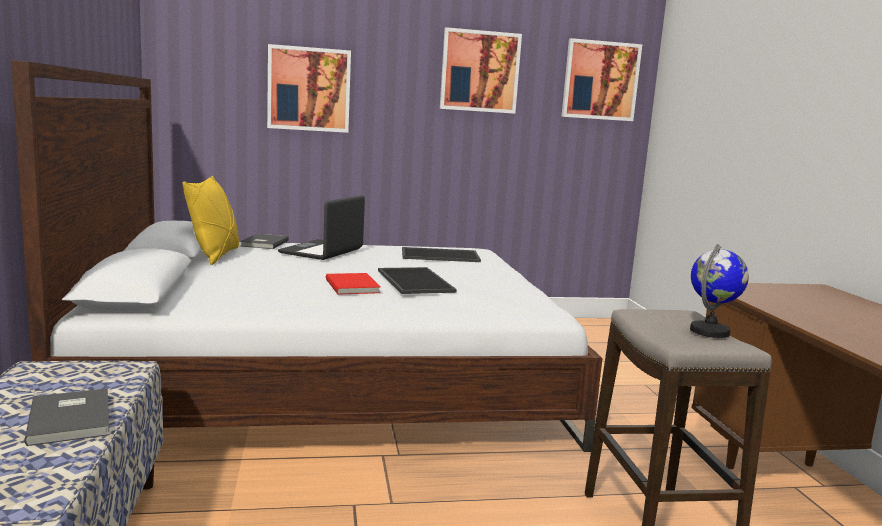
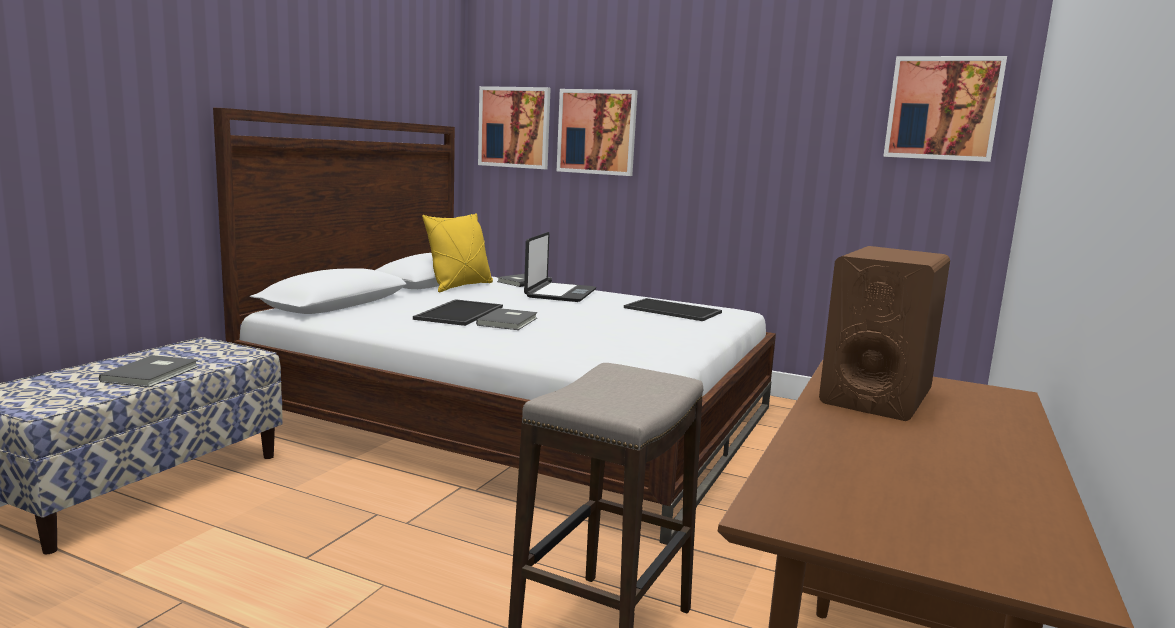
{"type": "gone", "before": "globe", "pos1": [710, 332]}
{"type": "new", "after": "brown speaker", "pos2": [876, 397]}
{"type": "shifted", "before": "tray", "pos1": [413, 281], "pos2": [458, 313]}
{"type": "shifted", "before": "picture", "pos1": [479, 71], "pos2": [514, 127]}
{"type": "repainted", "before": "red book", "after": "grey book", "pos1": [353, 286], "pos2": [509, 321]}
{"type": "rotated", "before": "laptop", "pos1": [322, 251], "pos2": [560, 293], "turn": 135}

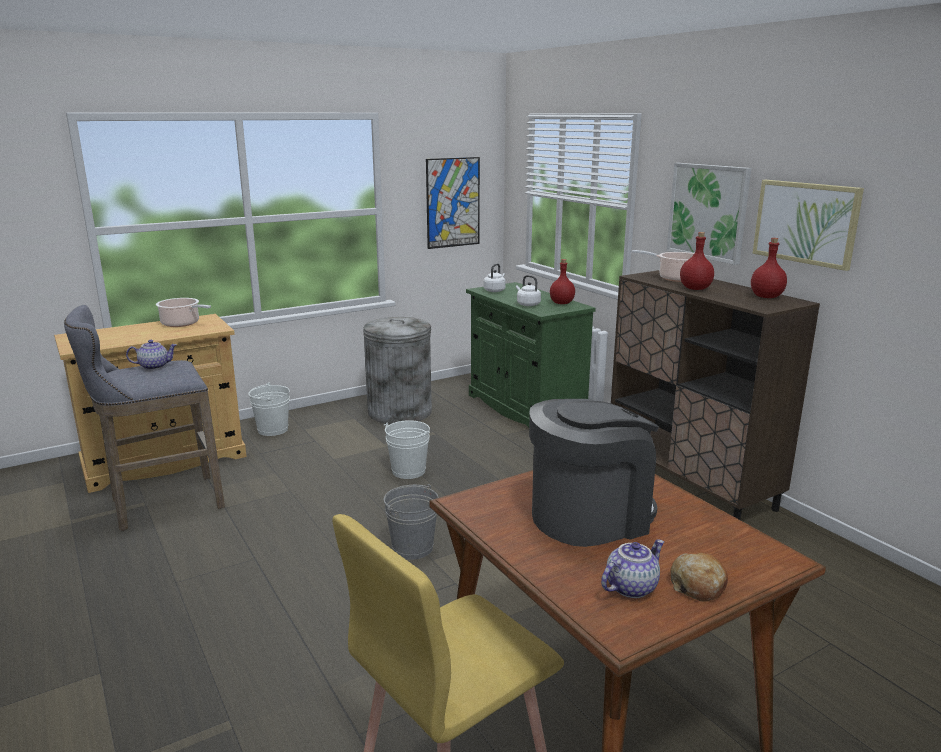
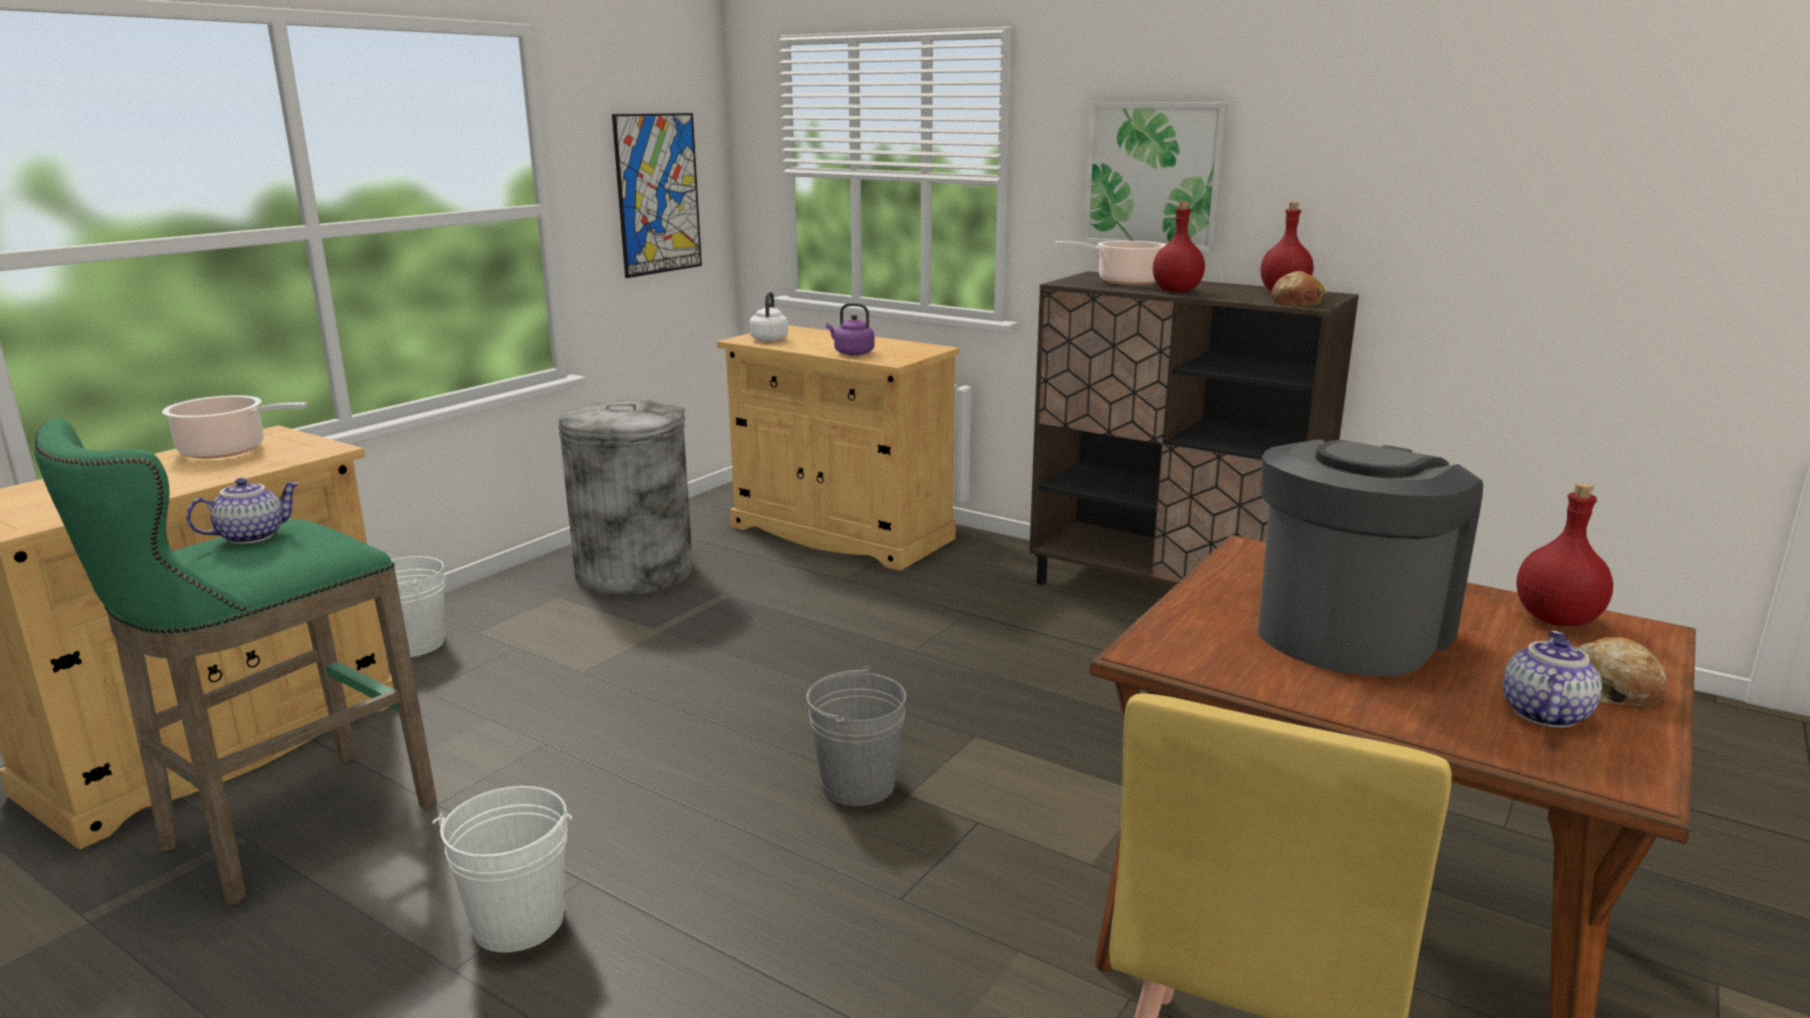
{"type": "gone", "before": "picture", "pos1": [806, 223]}
{"type": "new", "after": "bread", "pos2": [1297, 302]}
{"type": "shifted", "before": "white bucket", "pos1": [408, 471], "pos2": [518, 922]}
{"type": "shifted", "before": "red bottle", "pos1": [562, 303], "pos2": [1556, 619]}
{"type": "repainted", "before": "grey stool", "after": "green stool", "pos1": [161, 504], "pos2": [287, 830]}
{"type": "repainted", "before": "green cabinet", "after": "beige cabinet", "pos1": [525, 409], "pos2": [841, 533]}
{"type": "repainted", "before": "white kettle", "after": "purple kettle", "pos1": [527, 304], "pos2": [852, 353]}

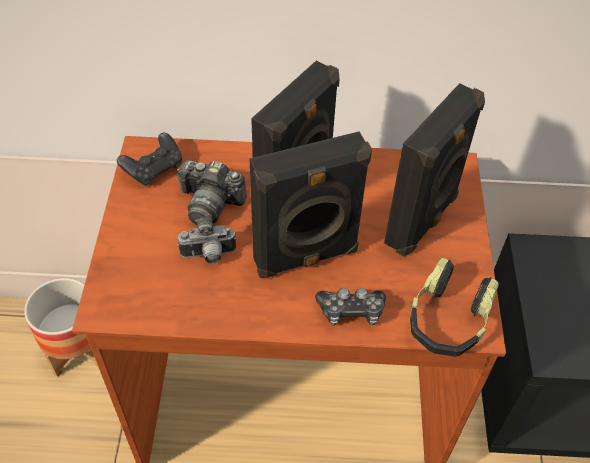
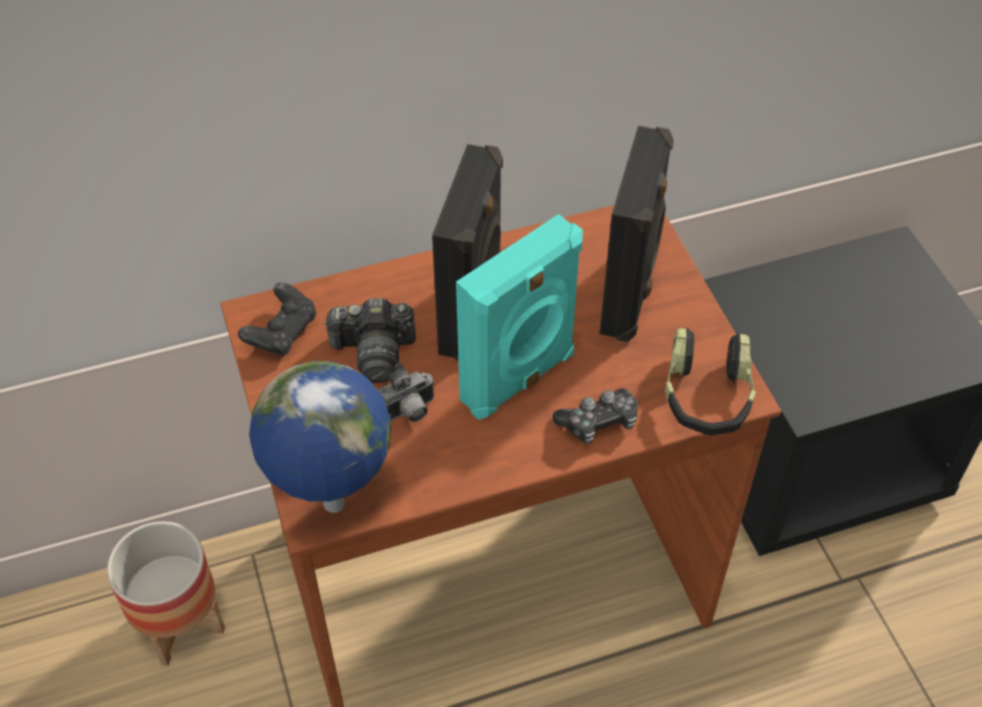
{"type": "new", "after": "globe", "pos2": [332, 506]}
{"type": "repainted", "before": "black speaker", "after": "turquoise speaker", "pos1": [306, 257], "pos2": [520, 379]}

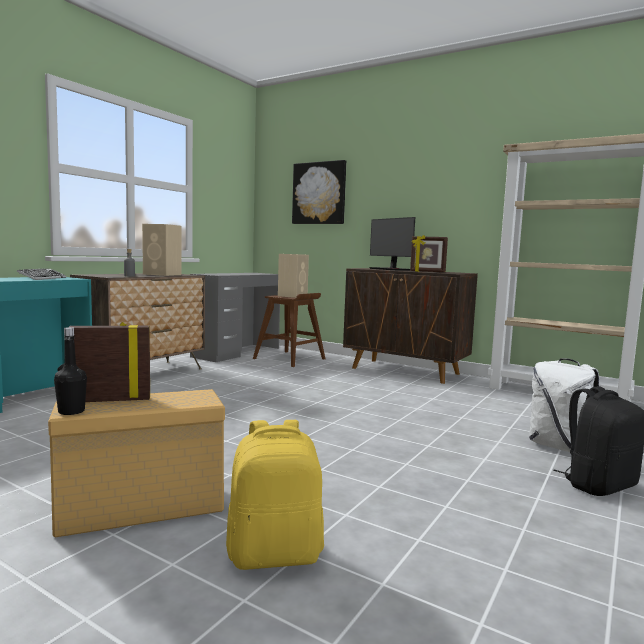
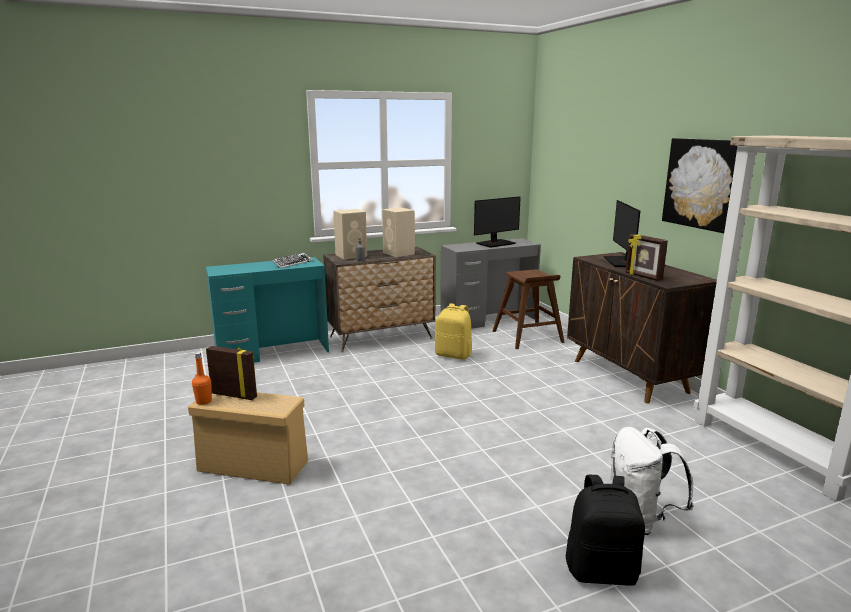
{"type": "new", "after": "monitor", "pos2": [495, 243]}
{"type": "shifted", "before": "yellow backpack", "pos1": [275, 554], "pos2": [453, 355]}
{"type": "shifted", "before": "beige speaker", "pos1": [293, 296], "pos2": [352, 255]}
{"type": "shifted", "before": "picture", "pos1": [319, 193], "pos2": [703, 184]}
{"type": "repainted", "before": "black bottle", "after": "orange bottle", "pos1": [71, 411], "pos2": [204, 401]}

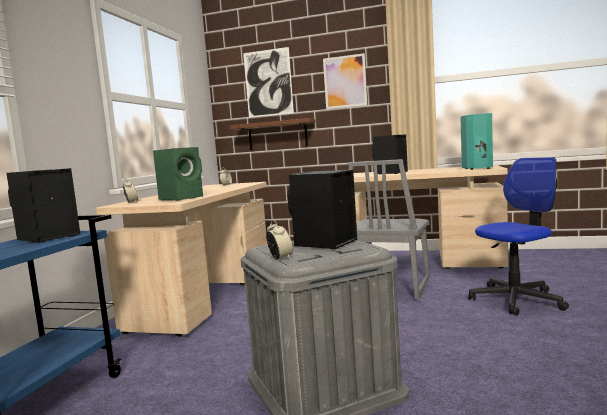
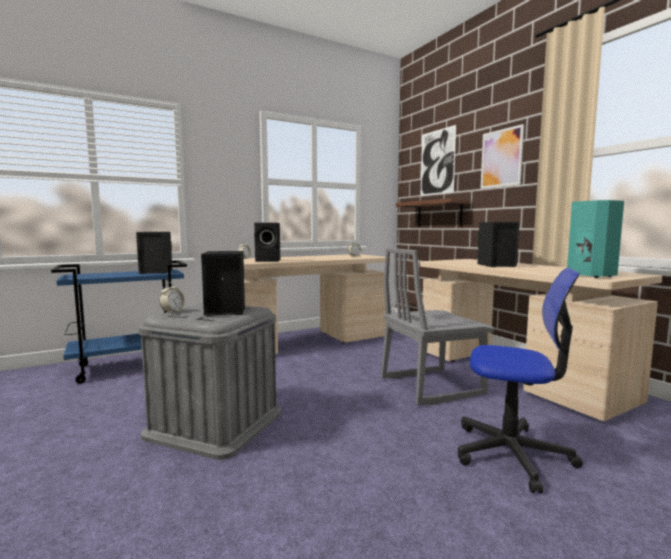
{"type": "repainted", "before": "green speaker", "after": "black speaker", "pos1": [182, 198], "pos2": [269, 261]}

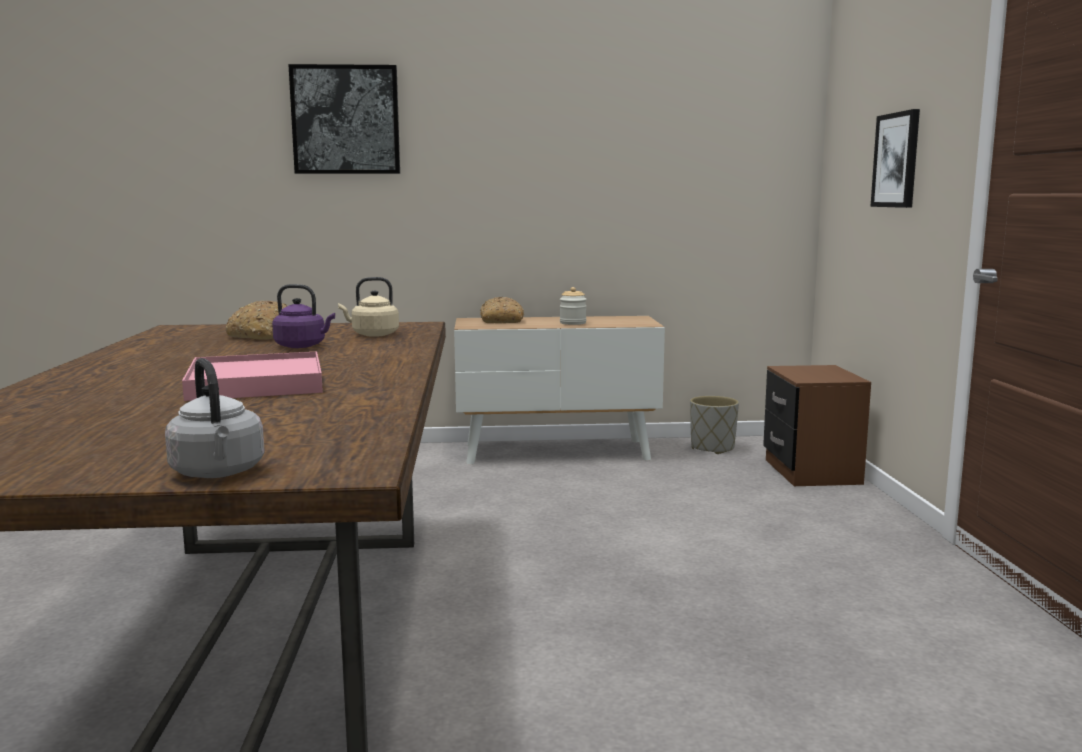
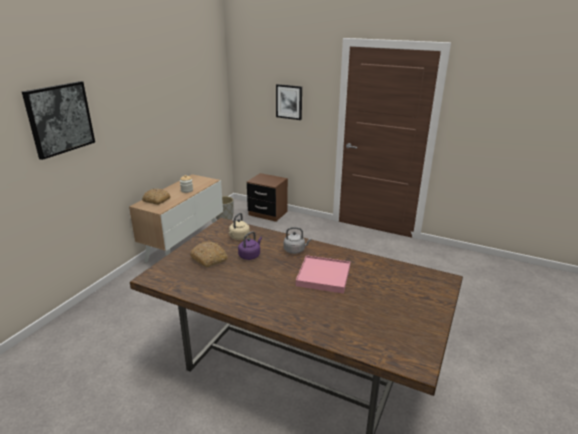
{"type": "shifted", "before": "grey kettle", "pos1": [218, 473], "pos2": [295, 250]}

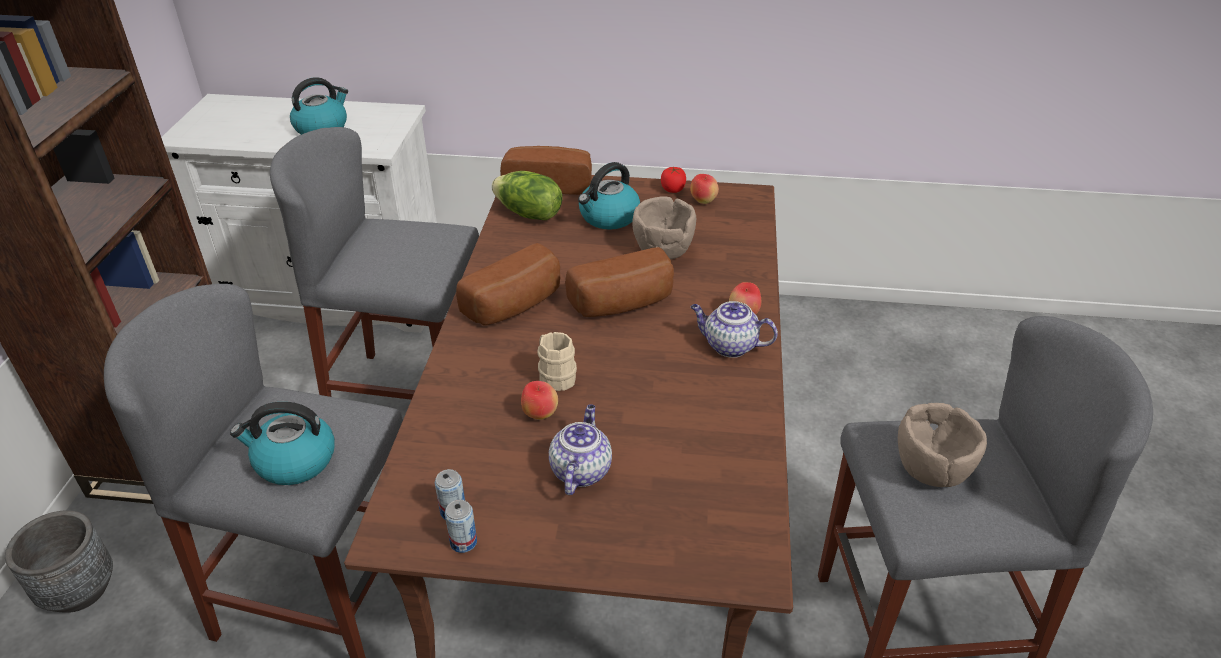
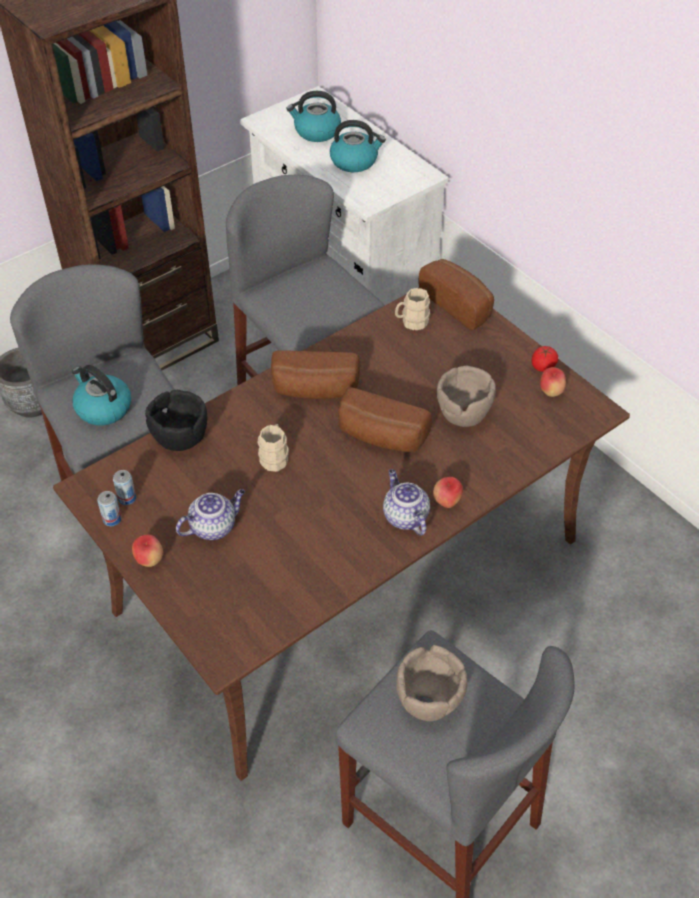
{"type": "new", "after": "black bowl", "pos2": [181, 437]}
{"type": "shifted", "before": "apple", "pos1": [540, 414], "pos2": [150, 560]}
{"type": "shifted", "before": "kettle", "pos1": [608, 217], "pos2": [316, 132]}
{"type": "swapped", "before": "lettuce", "after": "beige mug", "pos1": [528, 214], "pos2": [411, 322]}

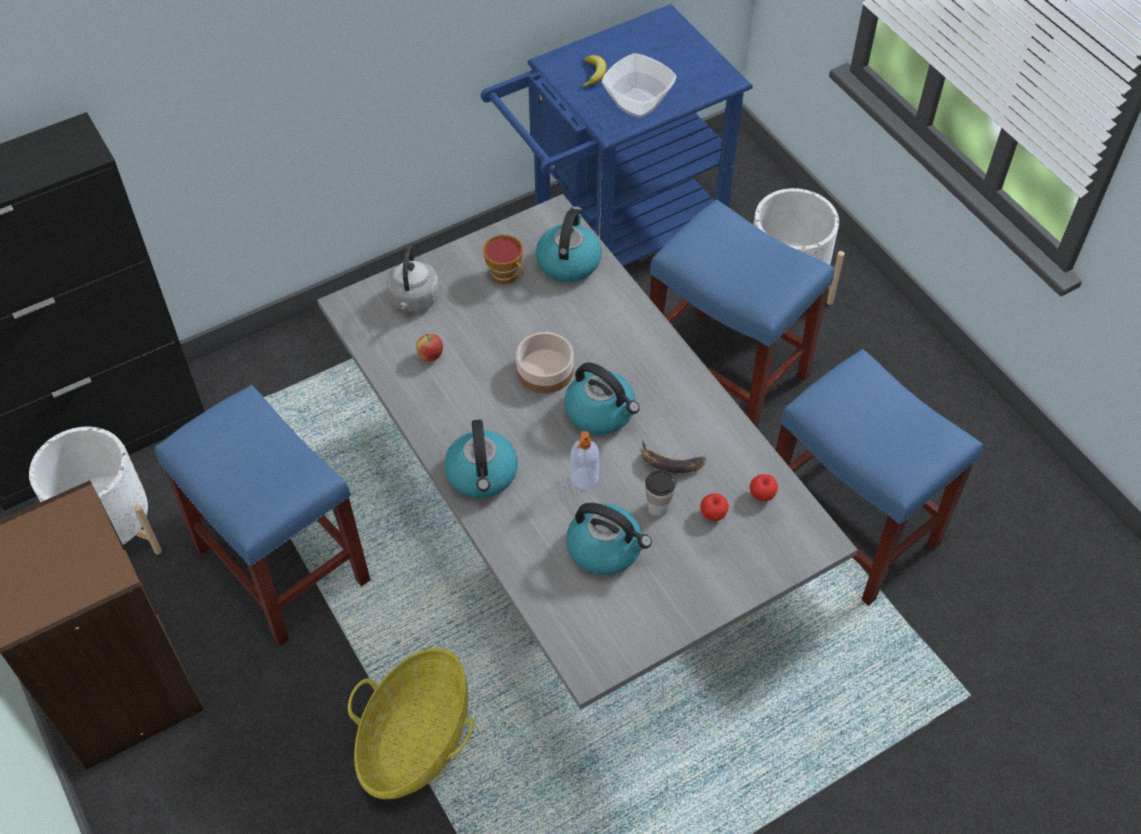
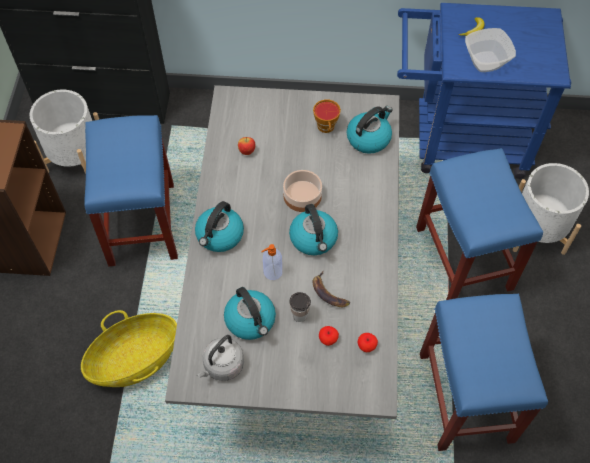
{"type": "shifted", "before": "grey kettle", "pos1": [414, 300], "pos2": [222, 366]}

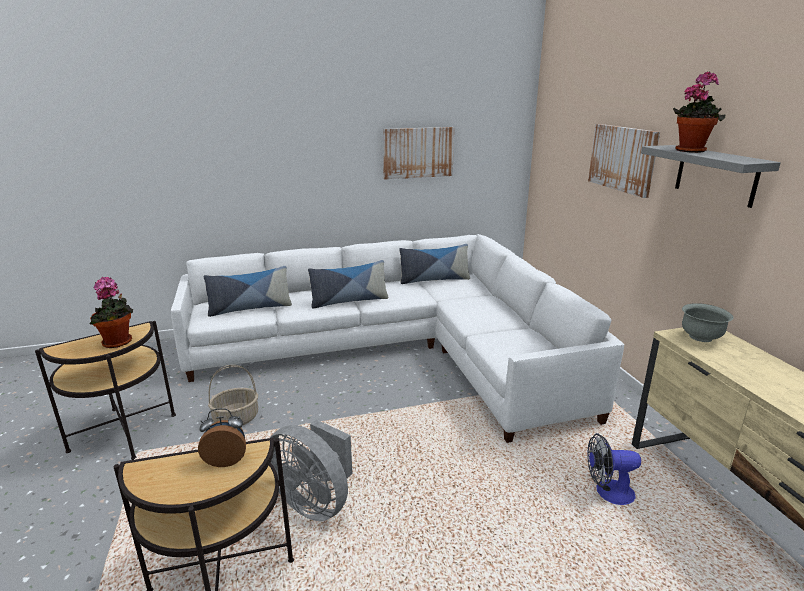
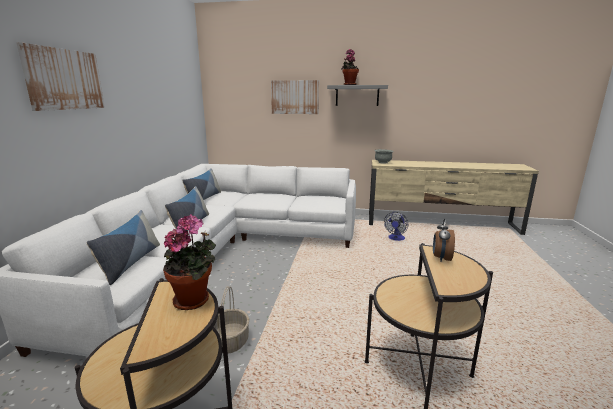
{"type": "gone", "before": "grey fan", "pos1": [314, 501]}
{"type": "shifted", "before": "picture", "pos1": [418, 152], "pos2": [64, 79]}

